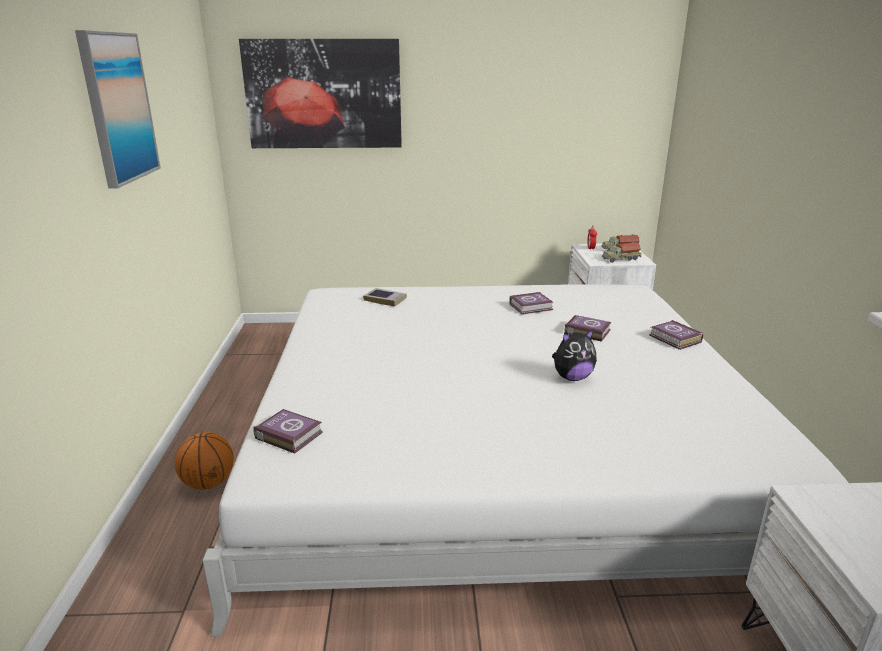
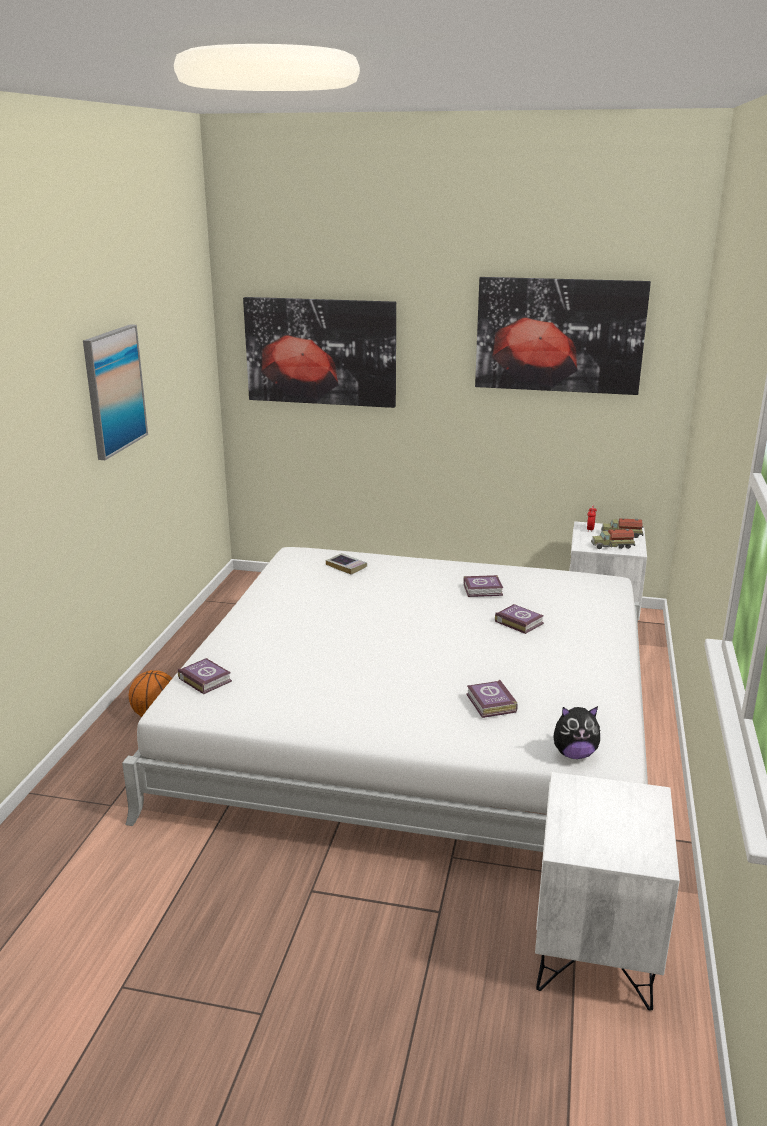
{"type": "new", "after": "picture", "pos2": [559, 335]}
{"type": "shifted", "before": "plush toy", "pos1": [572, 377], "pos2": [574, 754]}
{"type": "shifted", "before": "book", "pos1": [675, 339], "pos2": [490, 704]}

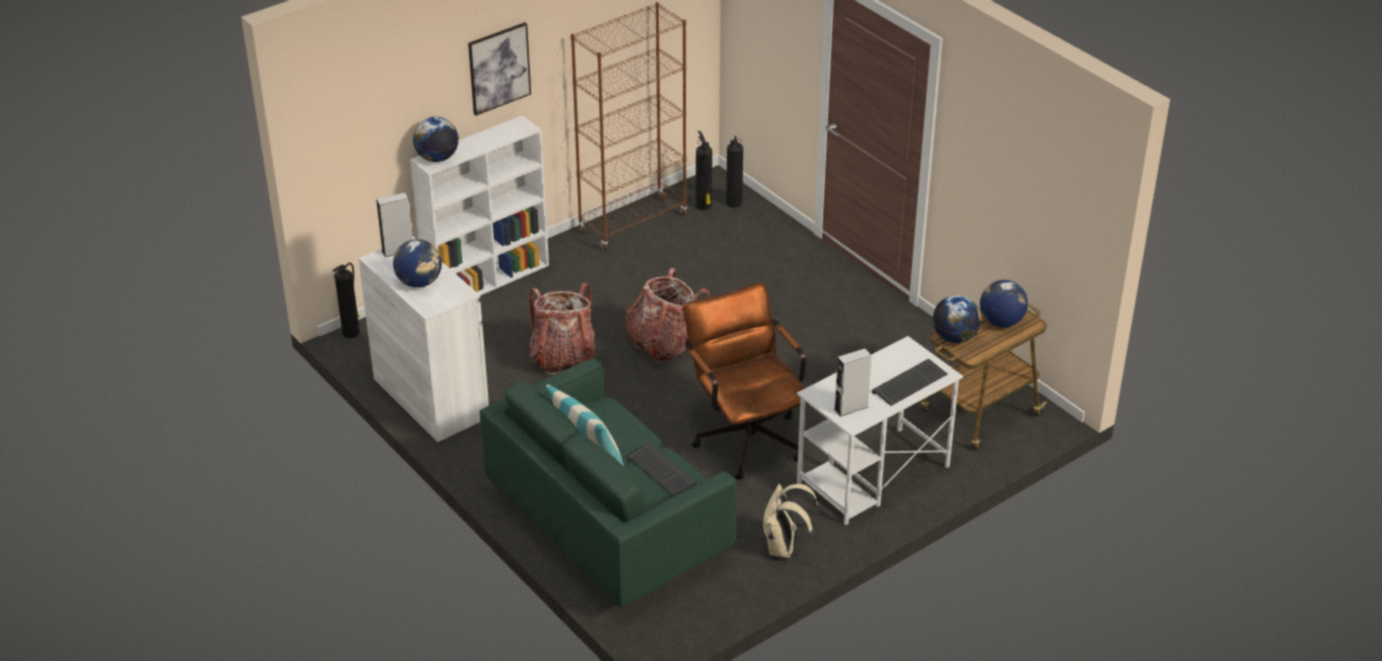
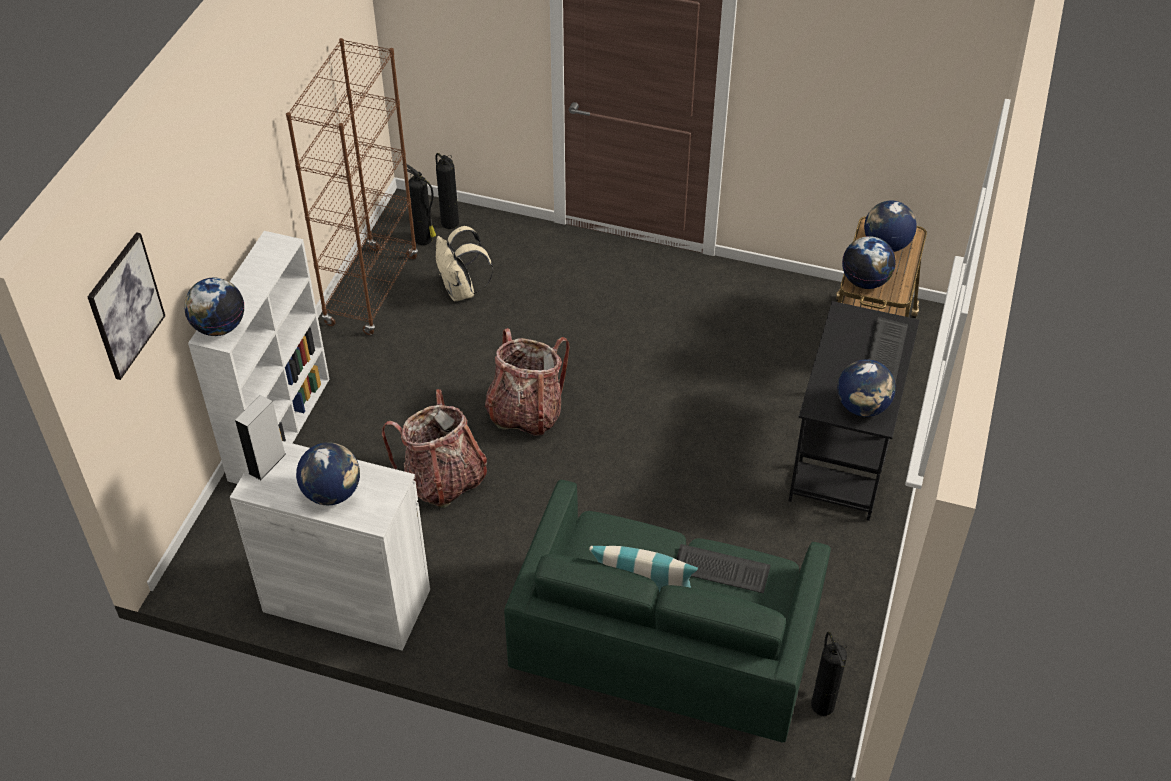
{"type": "gone", "before": "brown office chair", "pos1": [745, 435]}
{"type": "shifted", "before": "fire extinguisher", "pos1": [351, 332], "pos2": [822, 704]}
{"type": "shifted", "before": "picture", "pos1": [499, 68], "pos2": [125, 306]}
{"type": "shifted", "before": "beige backpack", "pos1": [784, 548], "pos2": [462, 291]}
{"type": "swapped", "before": "grey speaker", "after": "globe", "pos1": [851, 408], "pos2": [862, 407]}
{"type": "repainted", "before": "white desk", "after": "black desk", "pos1": [872, 476], "pos2": [843, 455]}

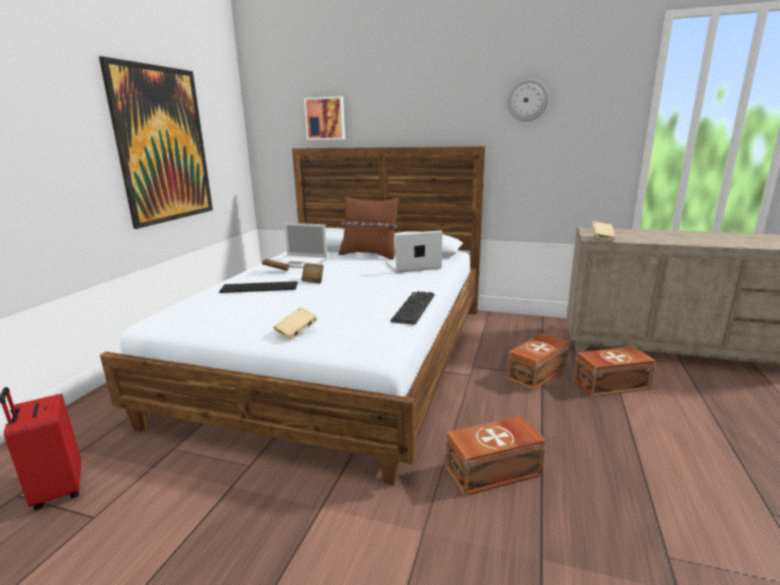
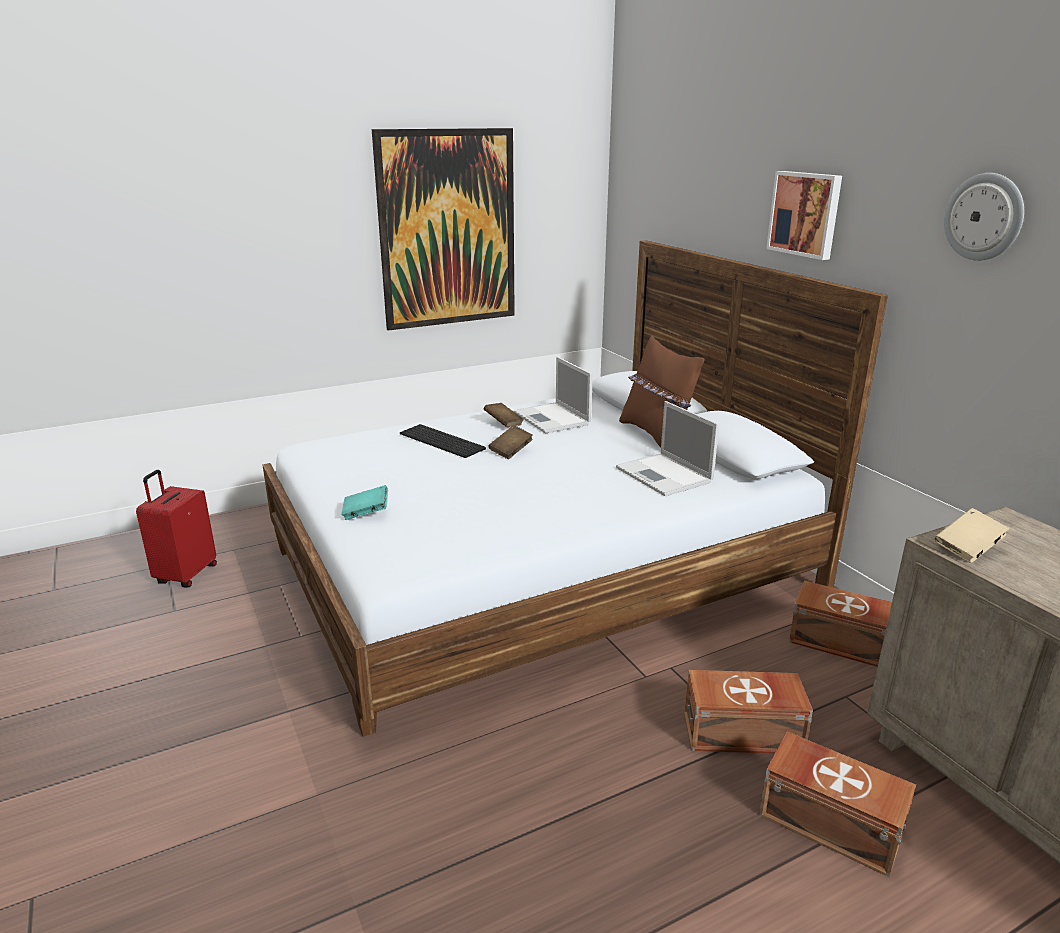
{"type": "gone", "before": "keyboard", "pos1": [414, 308]}
{"type": "shifted", "before": "picture", "pos1": [325, 118], "pos2": [805, 214]}
{"type": "shifted", "before": "brown storage box", "pos1": [494, 471], "pos2": [842, 644]}
{"type": "repainted", "before": "beige book", "after": "turquoise book", "pos1": [296, 332], "pos2": [366, 513]}
{"type": "rotated", "before": "laptop", "pos1": [412, 266], "pos2": [665, 475], "turn": -150}

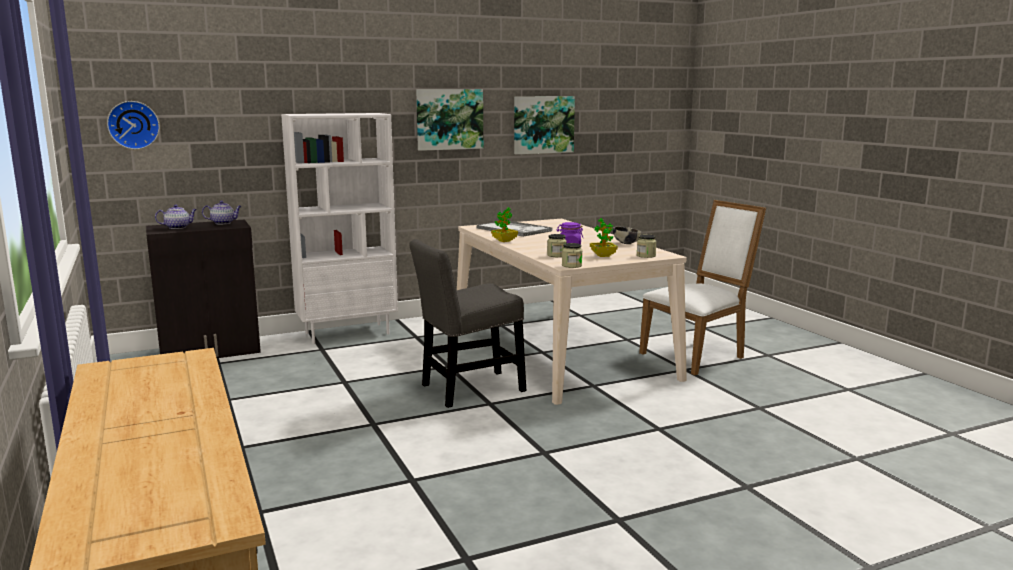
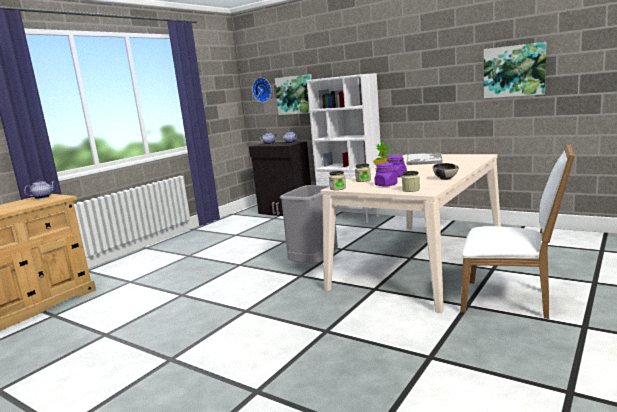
{"type": "new", "after": "teapot", "pos2": [42, 197]}
{"type": "shifted", "before": "picture", "pos1": [449, 119], "pos2": [295, 95]}
{"type": "swapped", "before": "grey chair", "after": "grey trash can", "pos1": [468, 389], "pos2": [314, 264]}
{"type": "swapped", "before": "potted plant", "after": "purple jar", "pos1": [603, 255], "pos2": [386, 185]}

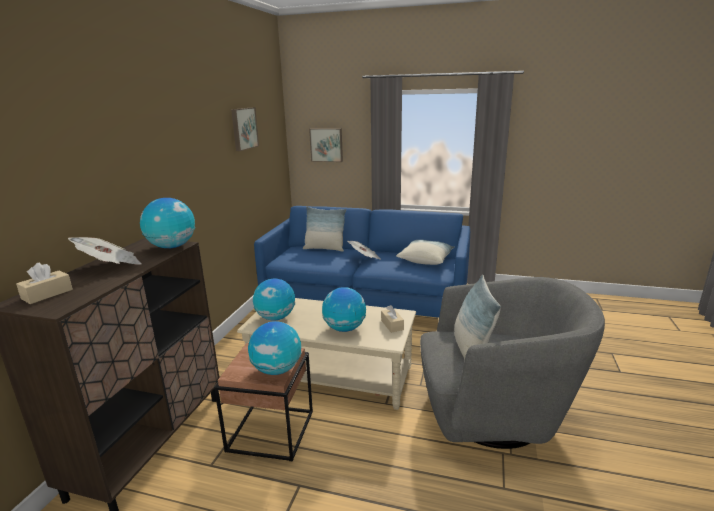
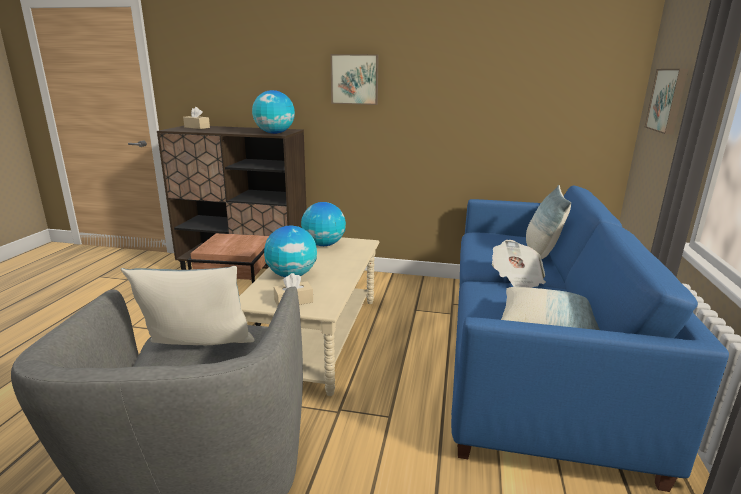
{"type": "gone", "before": "newspaper", "pos1": [111, 266]}
{"type": "gone", "before": "globe", "pos1": [277, 369]}
{"type": "shifted", "before": "picture", "pos1": [243, 128], "pos2": [355, 79]}

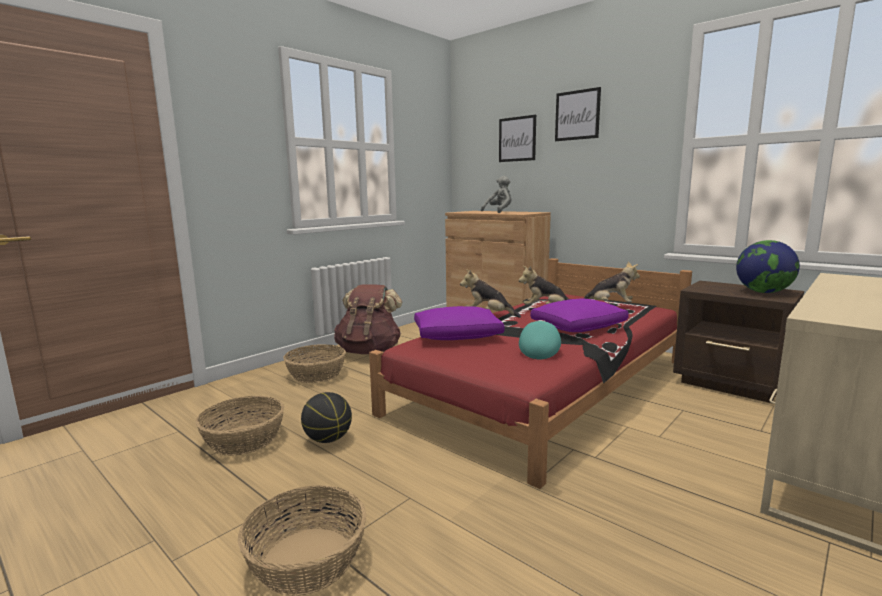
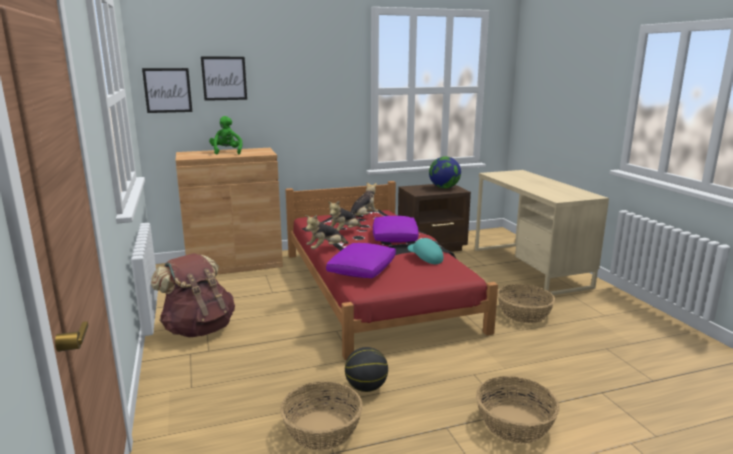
{"type": "shifted", "before": "basket", "pos1": [316, 374], "pos2": [523, 313]}
{"type": "shifted", "before": "picture", "pos1": [577, 115], "pos2": [167, 90]}
{"type": "repainted", "before": "grey plush toy", "after": "green plush toy", "pos1": [499, 212], "pos2": [226, 152]}

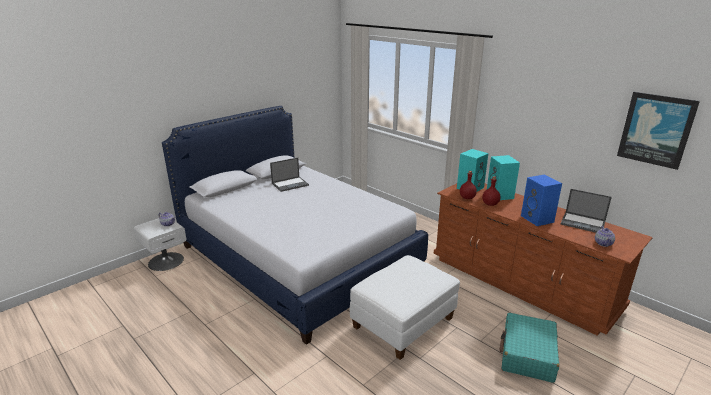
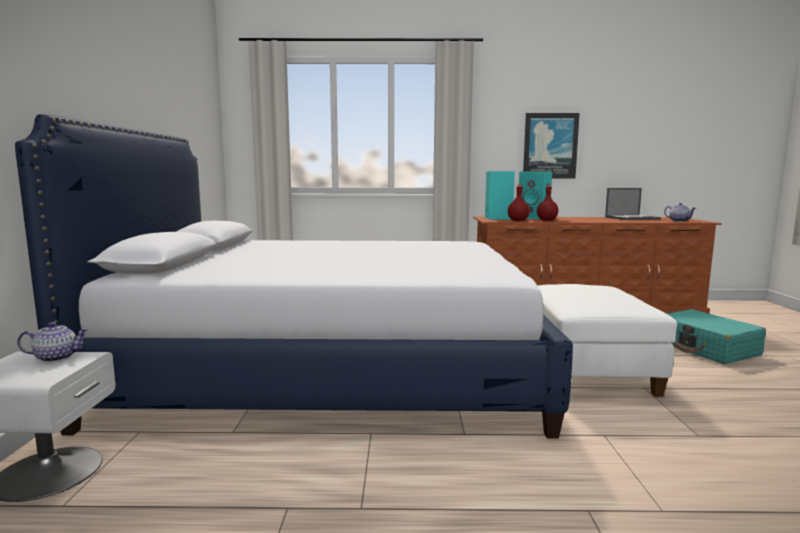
{"type": "gone", "before": "laptop", "pos1": [290, 184]}
{"type": "gone", "before": "blue speaker", "pos1": [538, 219]}
{"type": "shifted", "before": "picture", "pos1": [656, 129], "pos2": [550, 146]}

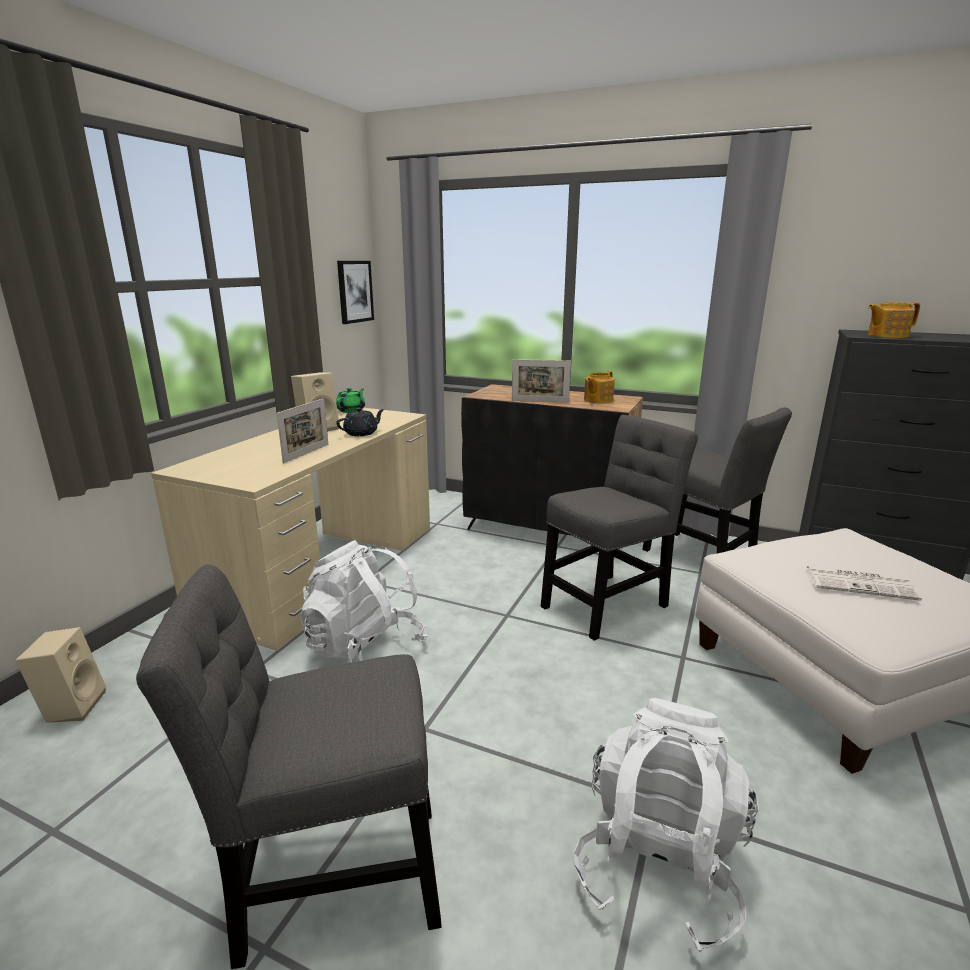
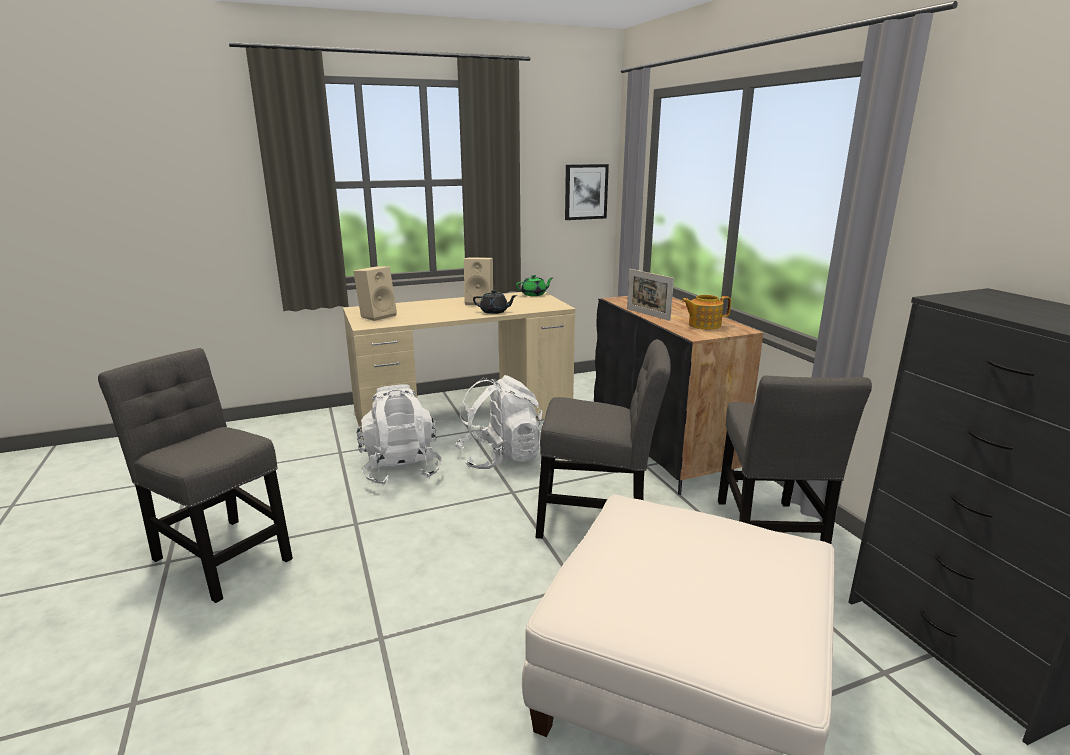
{"type": "gone", "before": "picture frame", "pos1": [306, 453]}
{"type": "gone", "before": "newspaper", "pos1": [861, 583]}
{"type": "gone", "before": "teapot", "pos1": [886, 336]}
{"type": "shifted", "before": "beige speaker", "pos1": [72, 706], "pos2": [377, 316]}
{"type": "shifted", "before": "white backpack", "pos1": [659, 864], "pos2": [500, 458]}

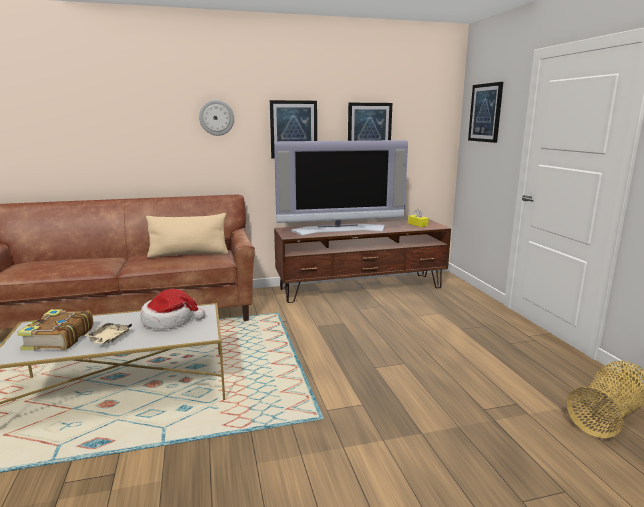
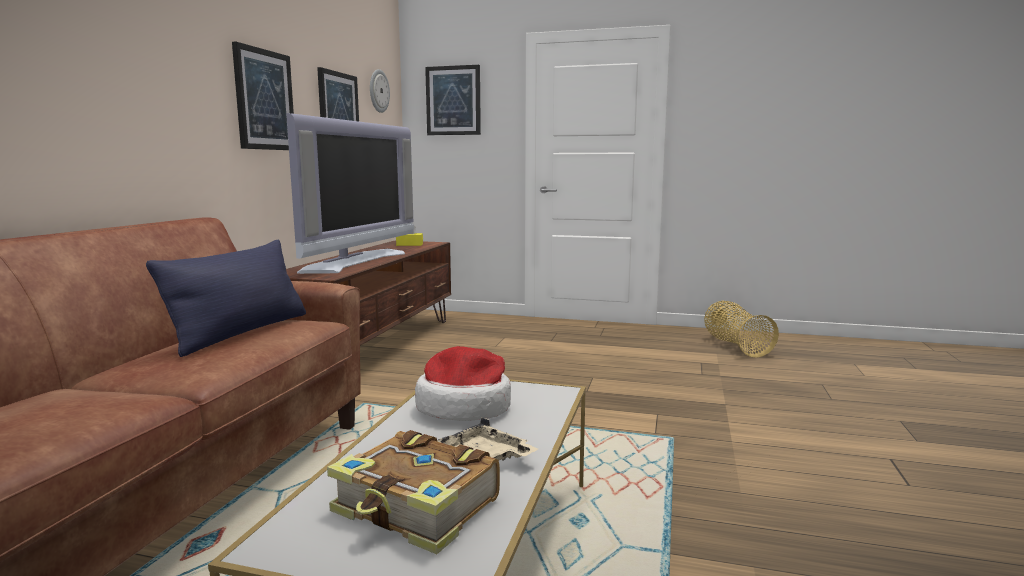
{"type": "shifted", "before": "wall clock", "pos1": [216, 118], "pos2": [378, 91]}
{"type": "repainted", "before": "beige pillow", "after": "blue pillow", "pos1": [189, 254], "pos2": [241, 332]}

